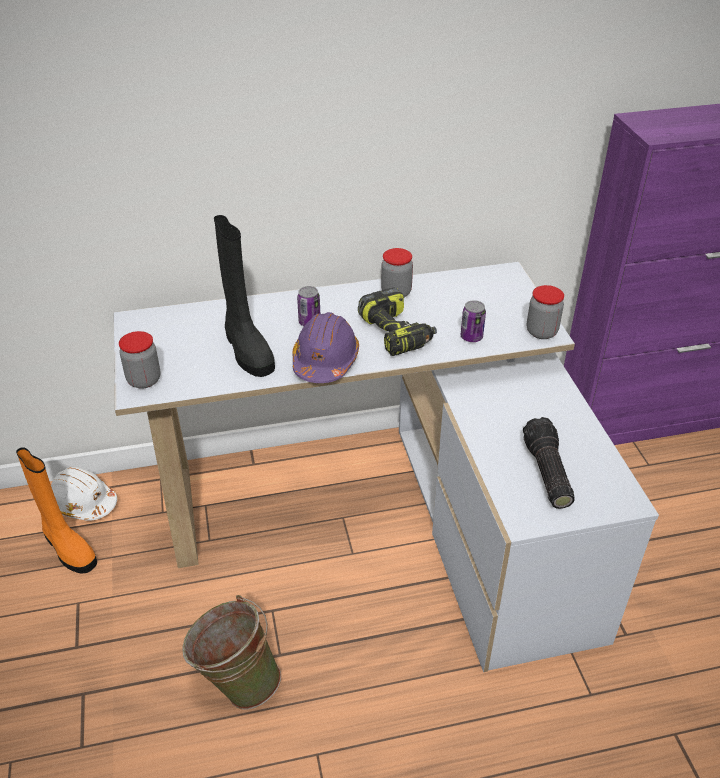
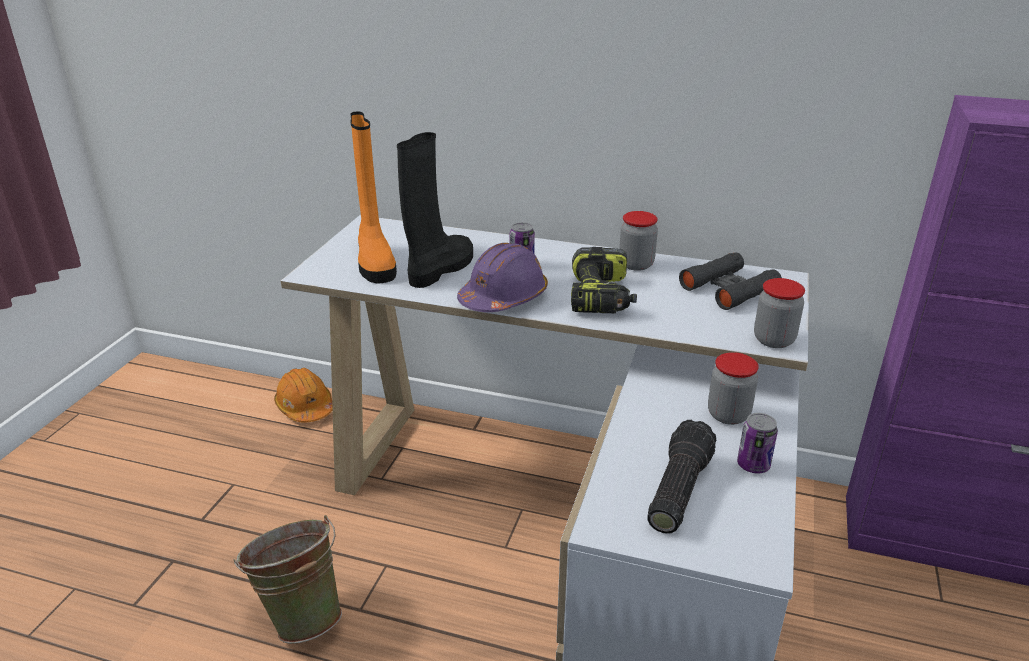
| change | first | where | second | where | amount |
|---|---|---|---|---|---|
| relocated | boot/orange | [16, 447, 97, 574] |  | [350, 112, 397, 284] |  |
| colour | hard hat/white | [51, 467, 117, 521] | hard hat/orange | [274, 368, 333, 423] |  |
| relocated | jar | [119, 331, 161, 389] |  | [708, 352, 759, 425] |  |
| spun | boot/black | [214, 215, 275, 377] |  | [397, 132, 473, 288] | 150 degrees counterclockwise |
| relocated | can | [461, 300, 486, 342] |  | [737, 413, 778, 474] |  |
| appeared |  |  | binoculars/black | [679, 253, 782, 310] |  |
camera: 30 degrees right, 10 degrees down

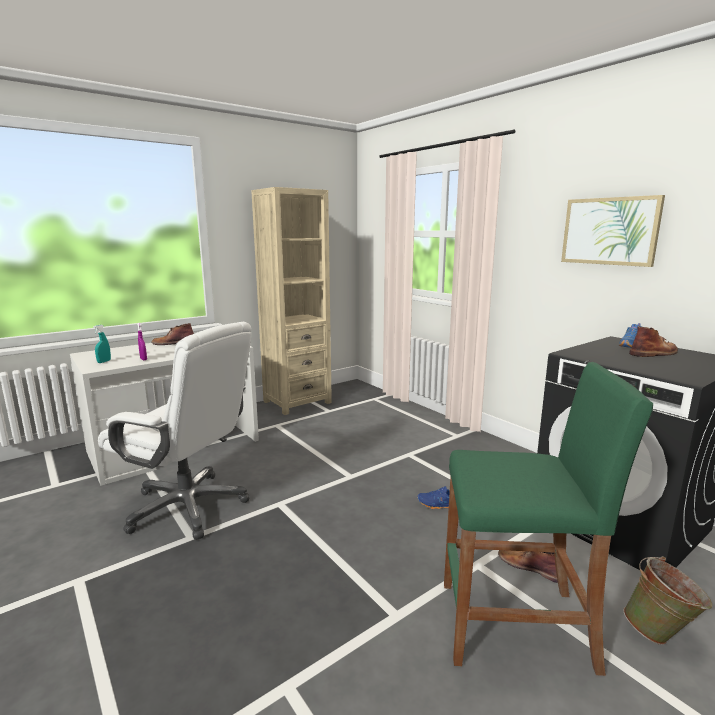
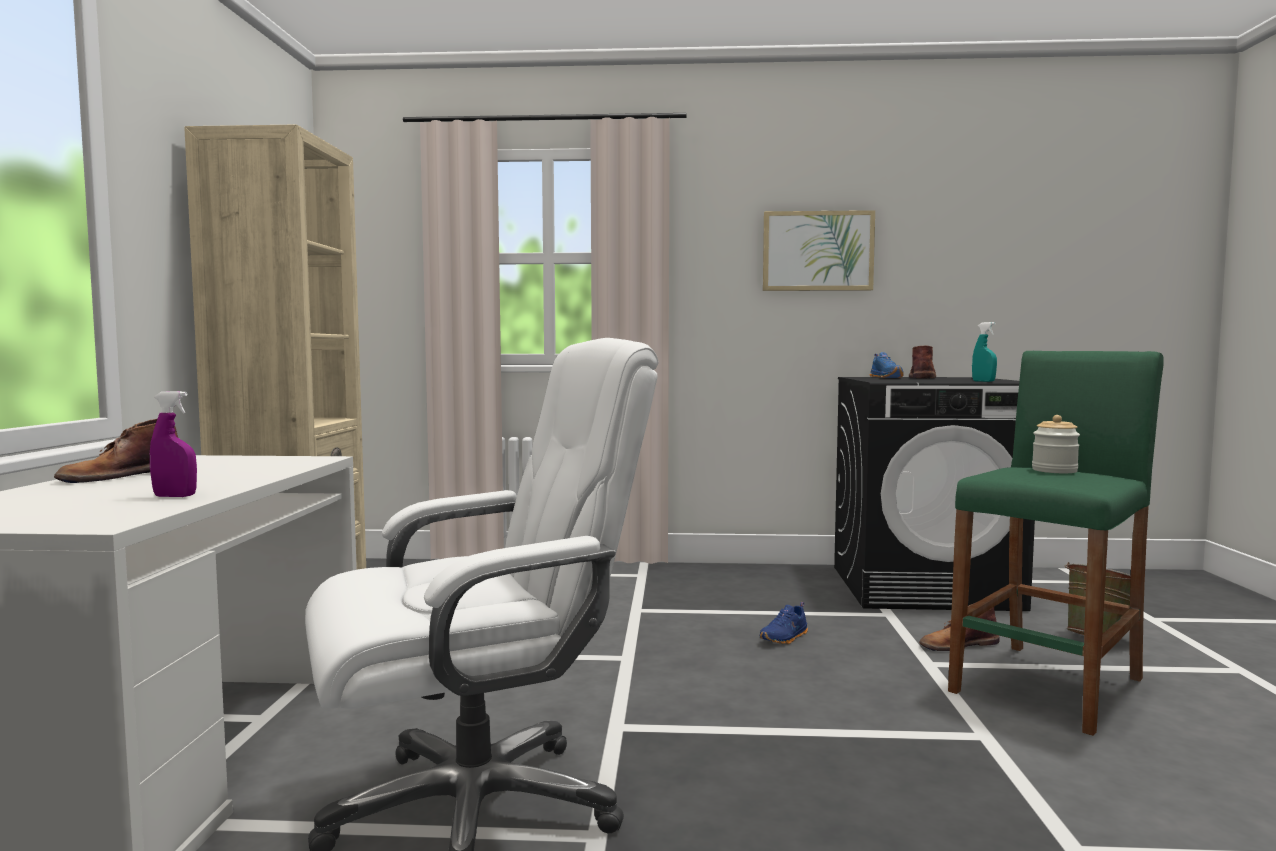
| change | first | where | second | where | amount |
|---|---|---|---|---|---|
| relocated | spray bottle/turquoise | [93, 325, 111, 363] |  | [972, 322, 997, 382] |  |
| appeared |  |  | jar | [1032, 415, 1080, 473] |  |
camera: 50 degrees left, 10 degrees down

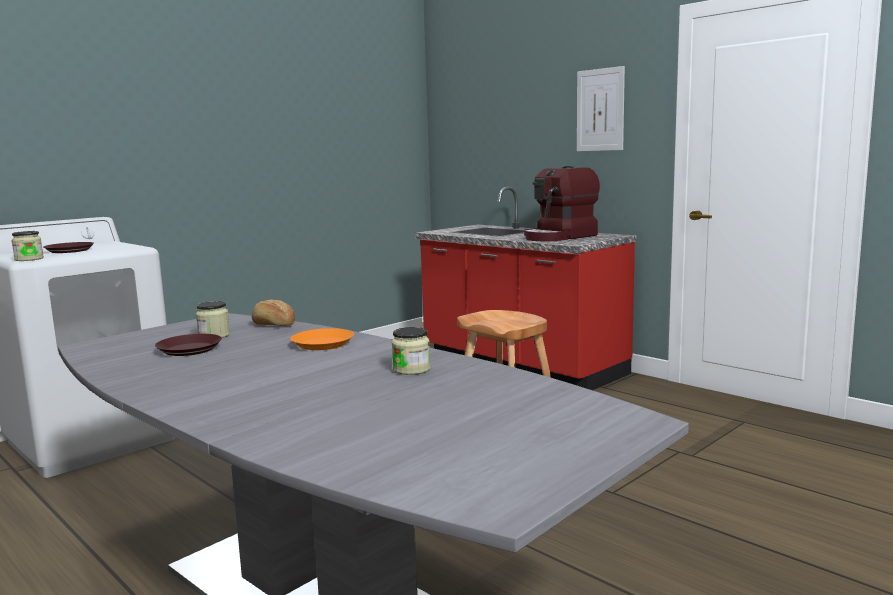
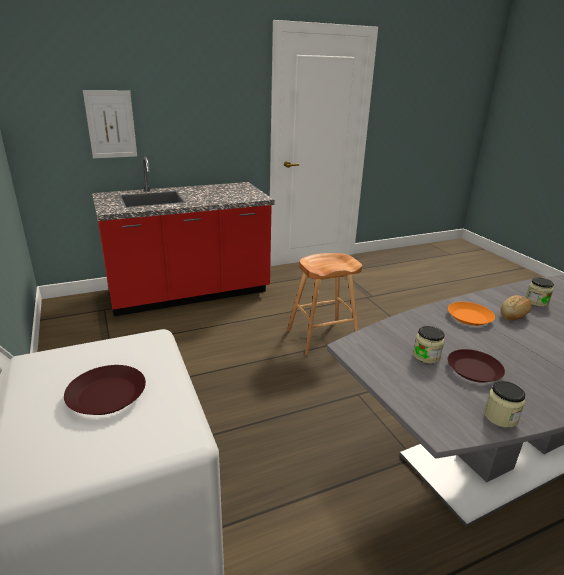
| change | first | where | second | where | amount |
|---|---|---|---|---|---|
| relocated | jar | [11, 231, 44, 261] |  | [484, 381, 526, 428] |  |
| relocated | bread | [252, 300, 295, 326] |  | [501, 295, 532, 321] |  |
| missing | coffee machine | [524, 166, 600, 241] |  |  |  |
| relocated | picture | [577, 66, 625, 151] |  | [83, 90, 137, 159] |  |
camera: 70 degrees left, 15 degrees up

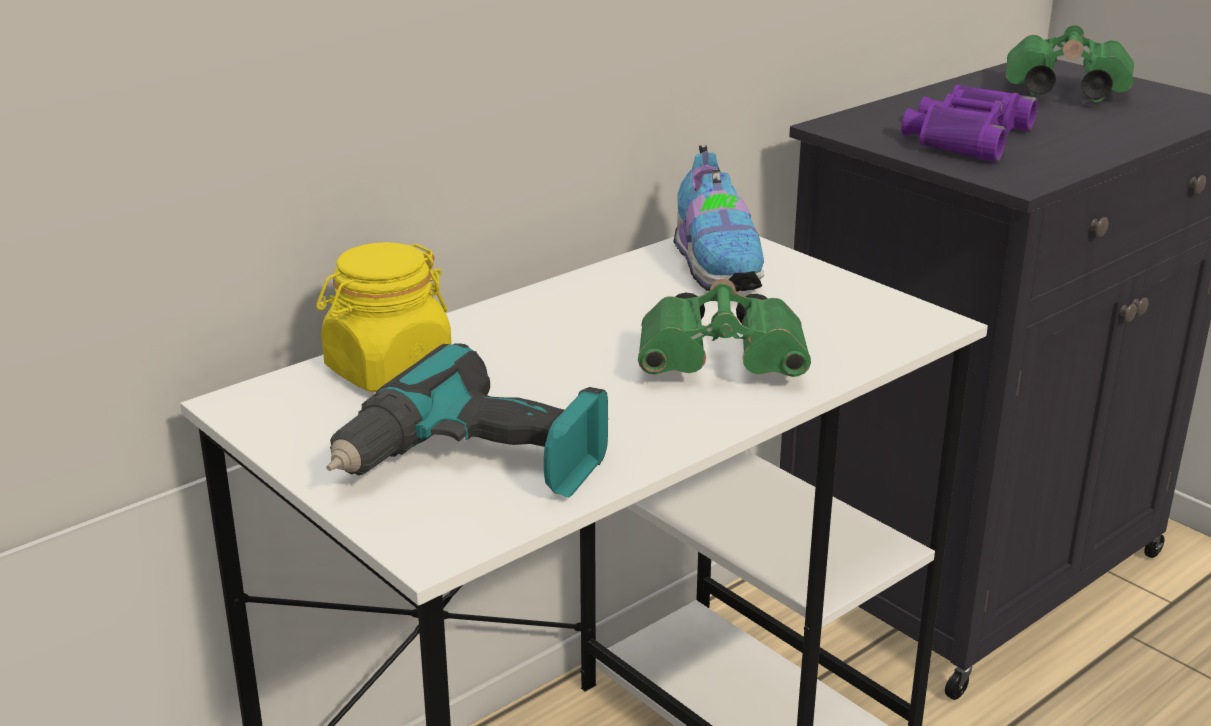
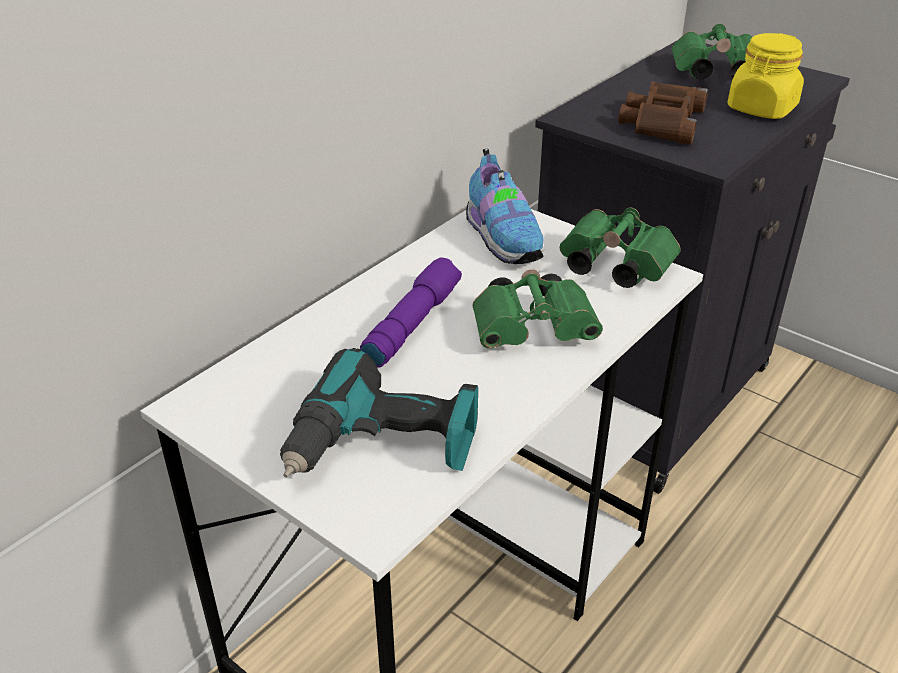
| change | first | where | second | where | amount |
|---|---|---|---|---|---|
| relocated | jar/yellow | [316, 242, 451, 392] |  | [727, 33, 804, 119] |  |
| colour | binoculars/purple | [901, 84, 1038, 162] | binoculars/brown | [618, 81, 708, 145] |  |
| appeared |  |  | flashlight/purple | [360, 258, 462, 368] |  |
| appeared |  |  | binoculars/green | [559, 207, 681, 288] |  |
camera: 10 degrees left, 10 degrees up

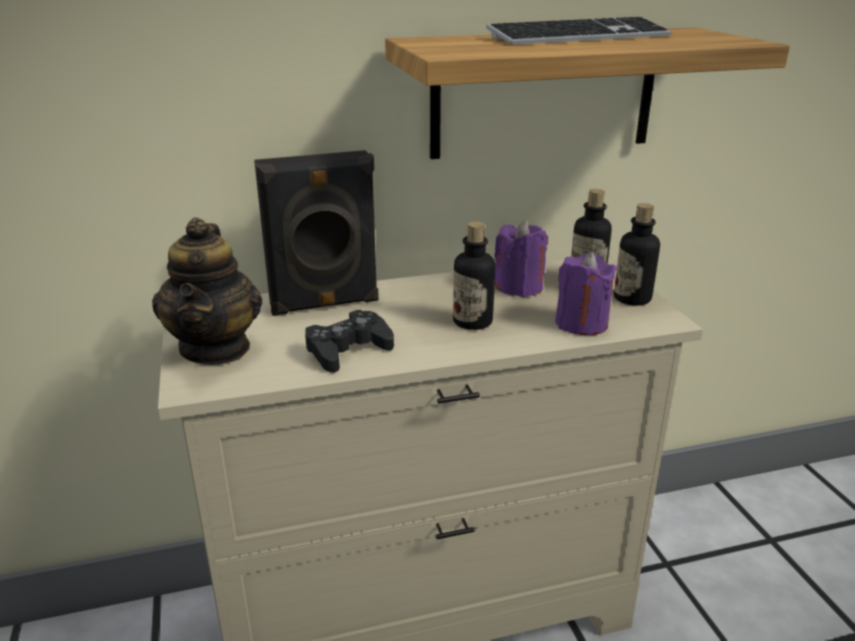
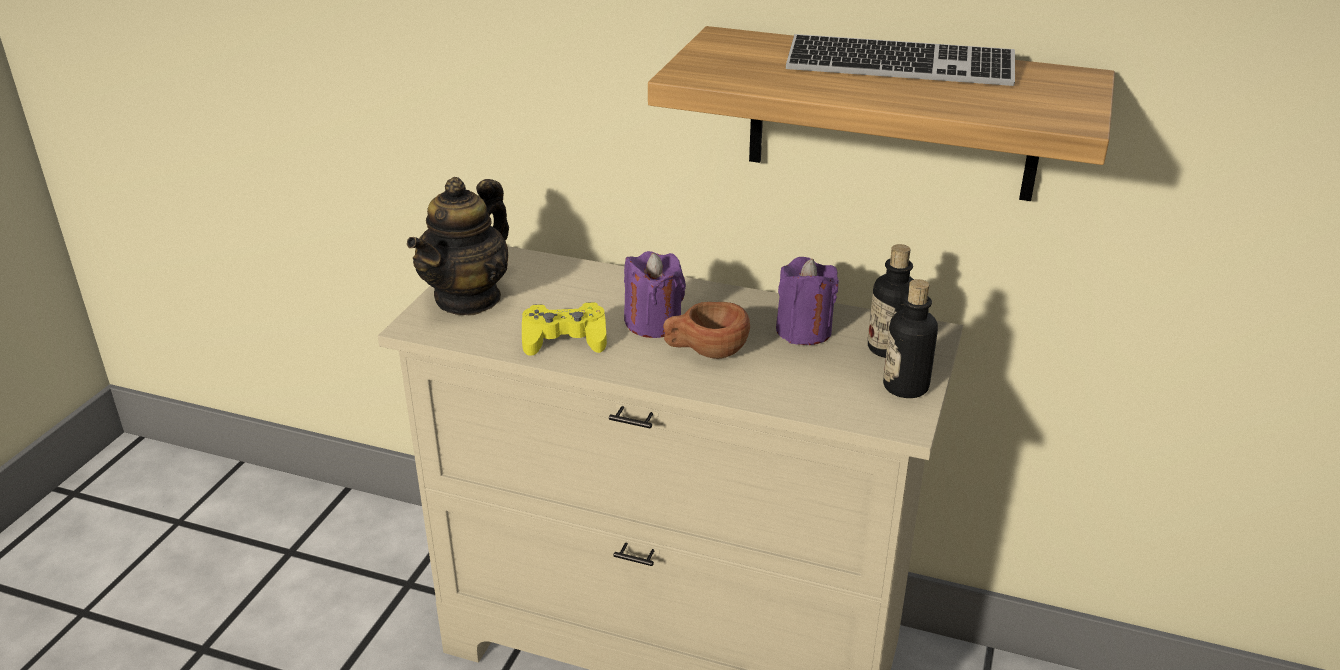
| change | first | where | second | where | amount |
|---|---|---|---|---|---|
| missing | speaker/black | [254, 150, 379, 316] |  |  |  |
| colour | game controller/black | [305, 310, 394, 373] | game controller/yellow | [522, 302, 607, 356] |  |
| exchanged | bottle | [453, 221, 495, 330] | cup/brown | [663, 302, 750, 359] |  |
| relocated | candle/purple | [555, 252, 617, 335] |  | [624, 251, 686, 338] |  |
camera: 35 degrees right, 5 degrees up

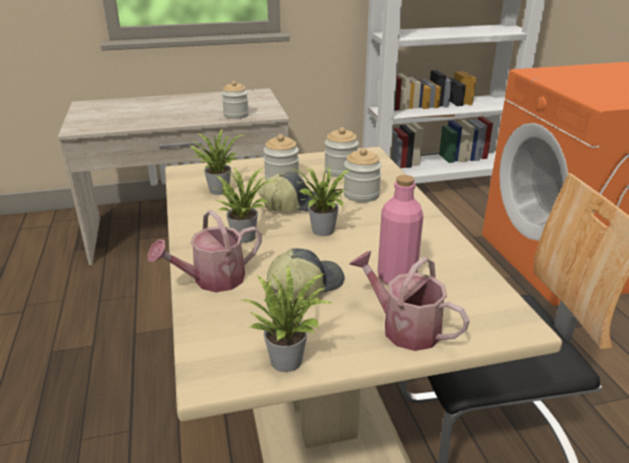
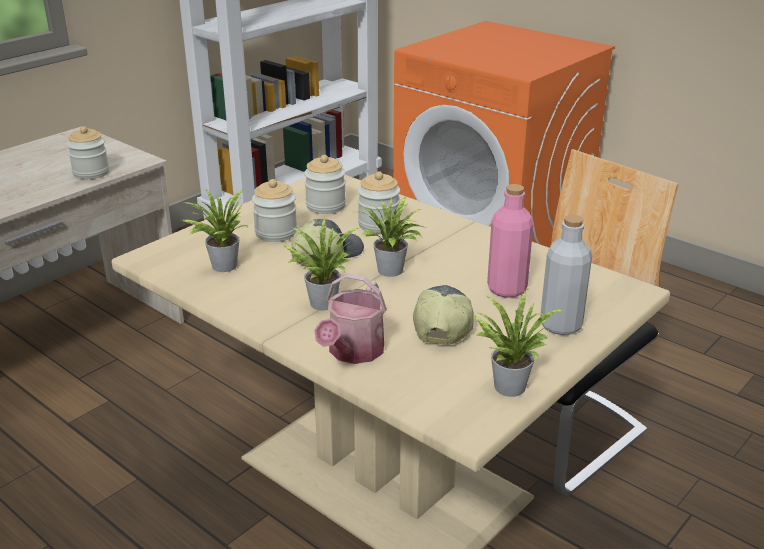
| change | first | where | second | where | amount |
|---|---|---|---|---|---|
| exchanged | watering can | [349, 251, 470, 351] | bottle/grey | [540, 215, 592, 335] |  |
camera: 35 degrees left, 0 degrees up

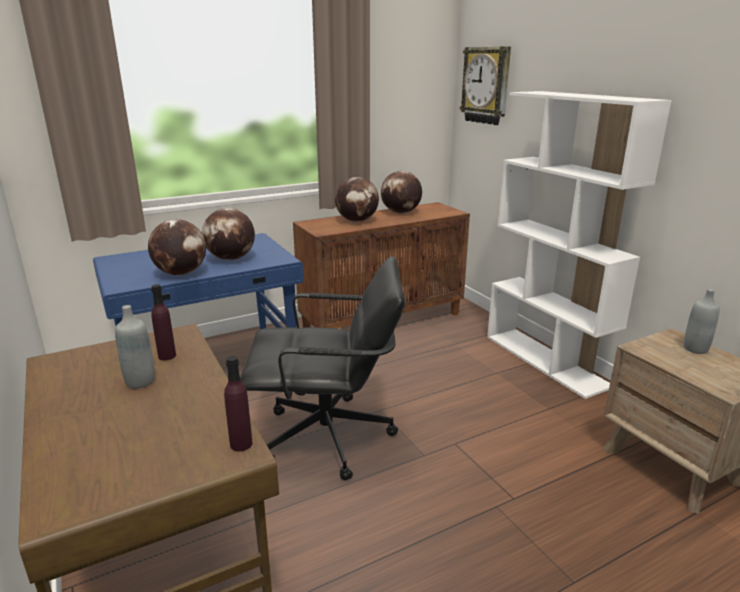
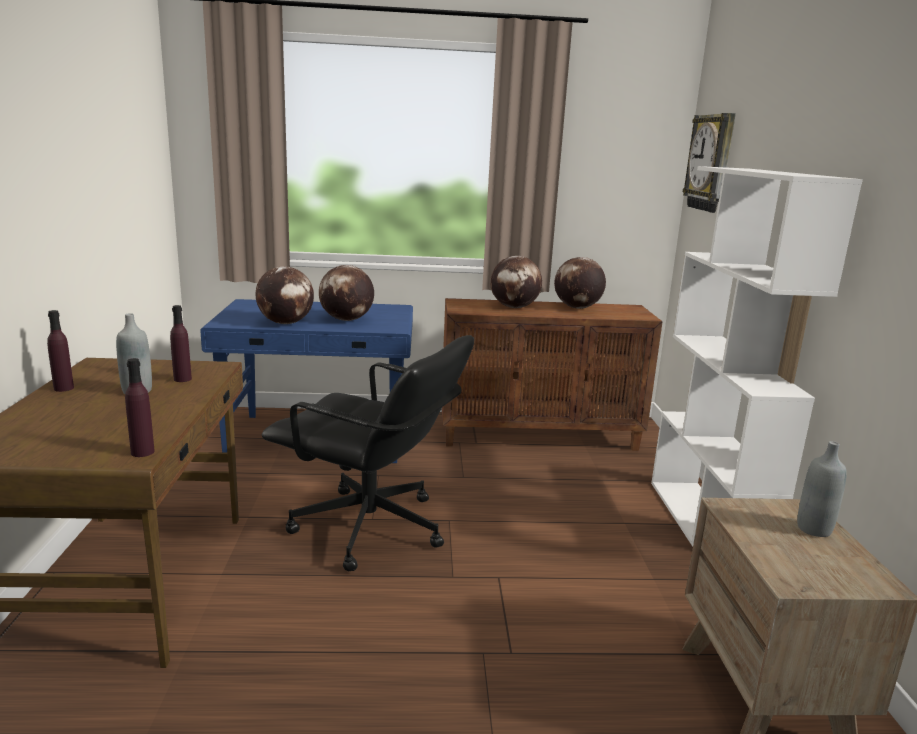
| change | first | where | second | where | amount |
|---|---|---|---|---|---|
| appeared |  |  | bottle/purple | [47, 310, 74, 392] |  |
camera: 25 degrees right, 5 degrees down

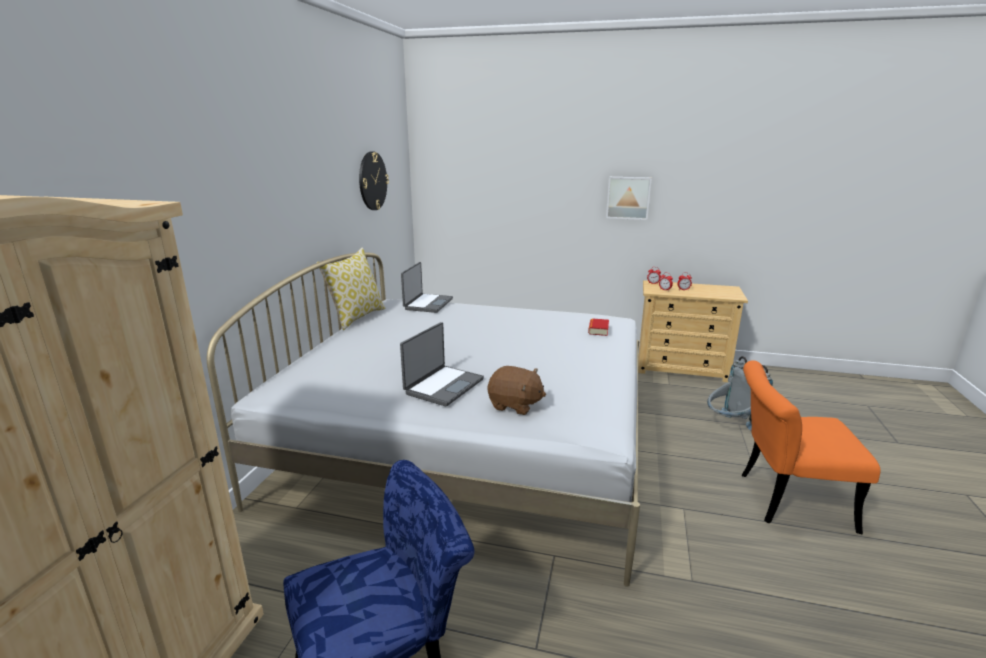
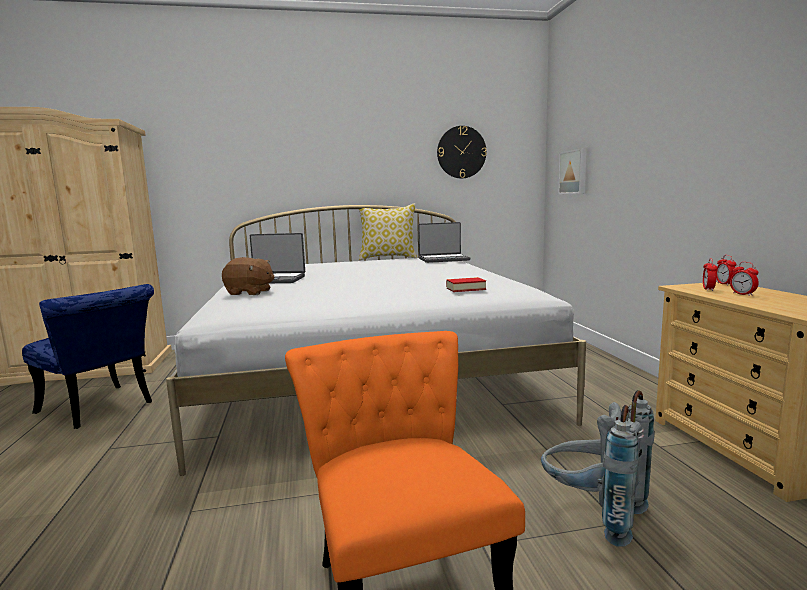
| change | first | where | second | where | amount |
|---|---|---|---|---|---|
| spun | plush toy/brown | [488, 366, 546, 415] |  | [222, 257, 275, 295] | 75 degrees counterclockwise |
| relocated | picture | [606, 177, 652, 220] |  | [558, 148, 587, 194] |  |
camera: 65 degrees right, 10 degrees down

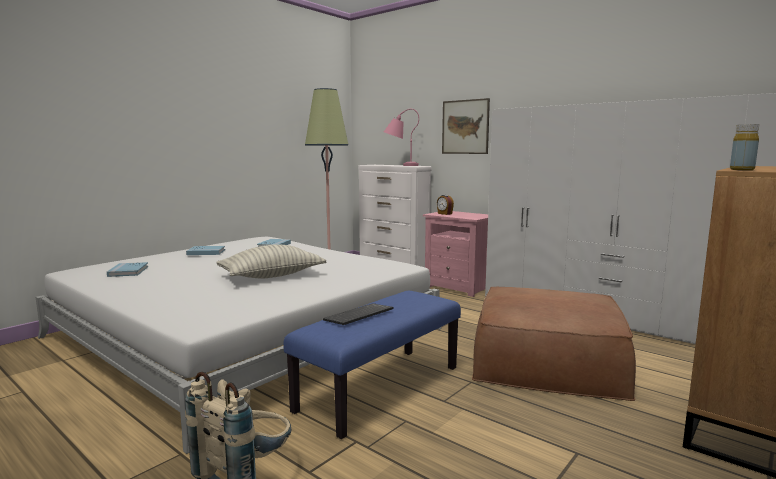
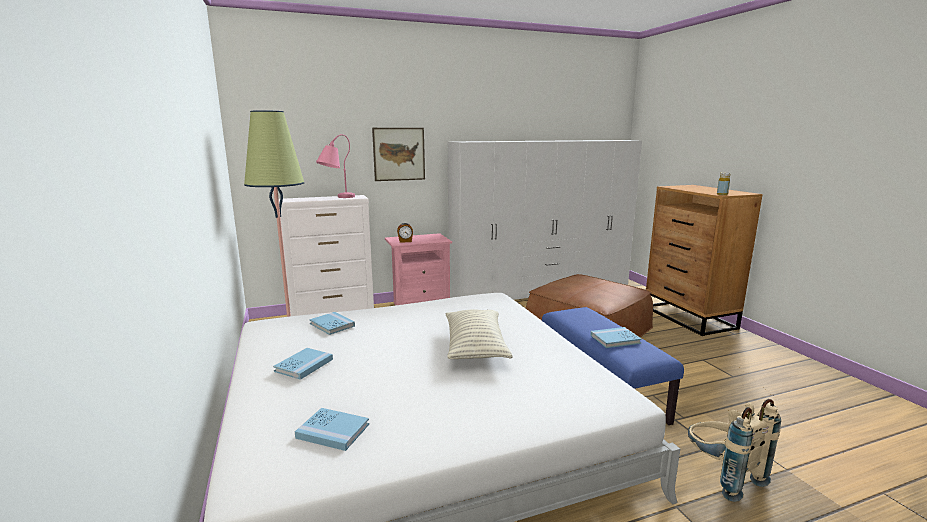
| change | first | where | second | where | amount |
|---|---|---|---|---|---|
| exchanged | keyboard | [323, 303, 393, 325] | book/blue | [590, 327, 642, 348] |  |
camera: 60 degrees left, 5 degrees up

